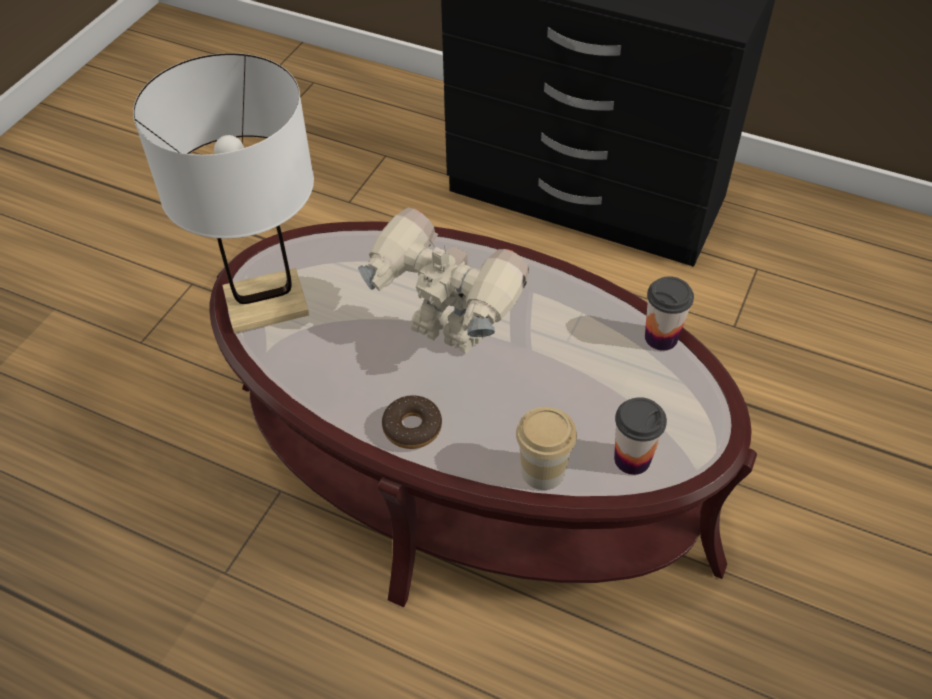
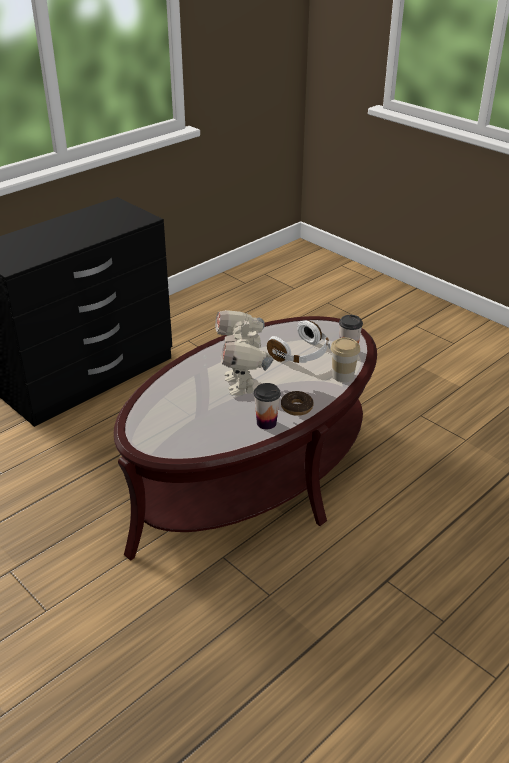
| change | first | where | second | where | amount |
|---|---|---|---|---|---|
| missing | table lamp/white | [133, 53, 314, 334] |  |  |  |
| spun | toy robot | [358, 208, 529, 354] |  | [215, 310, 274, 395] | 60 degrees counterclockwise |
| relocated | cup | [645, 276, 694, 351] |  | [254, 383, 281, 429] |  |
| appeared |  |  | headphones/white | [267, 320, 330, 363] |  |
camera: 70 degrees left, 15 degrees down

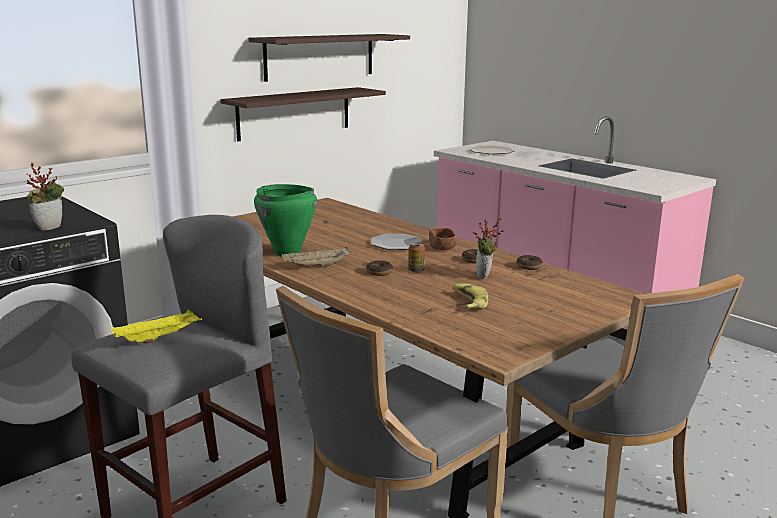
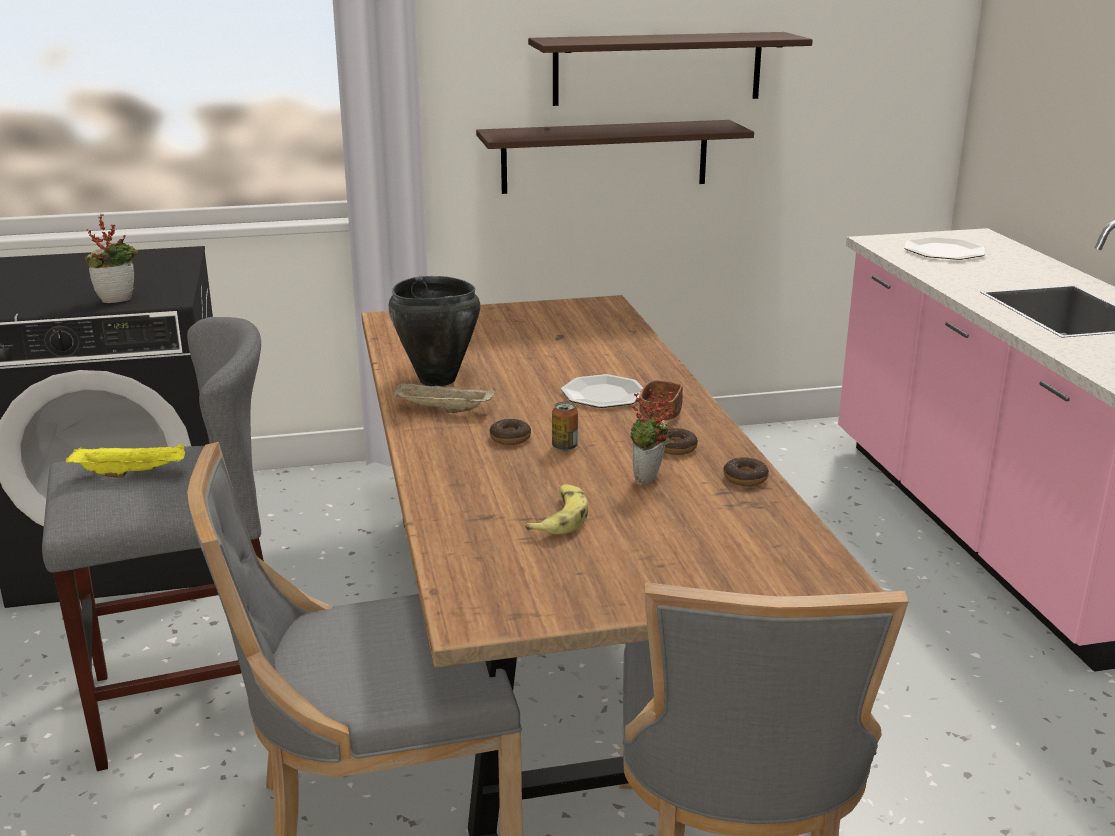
| change | first | where | second | where | amount |
|---|---|---|---|---|---|
| colour | cooking pot/green | [254, 184, 317, 256] | cooking pot/black | [388, 276, 480, 386] |  |
camera: 30 degrees right, 5 degrees up

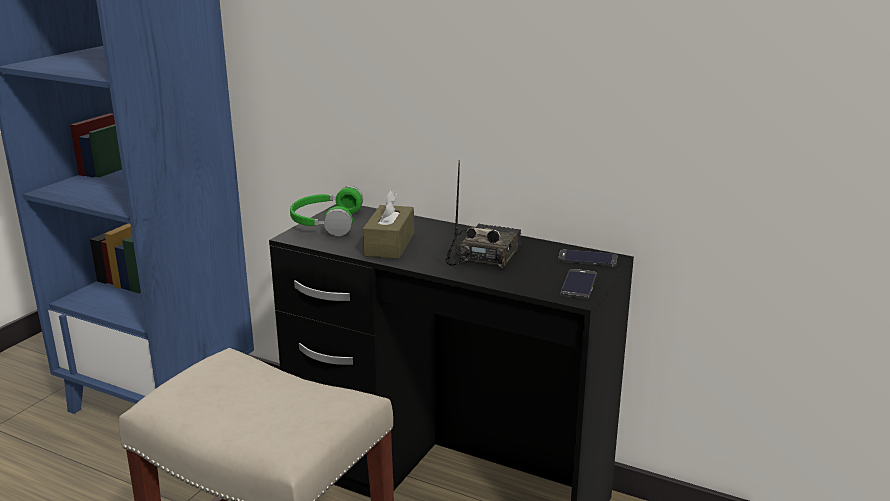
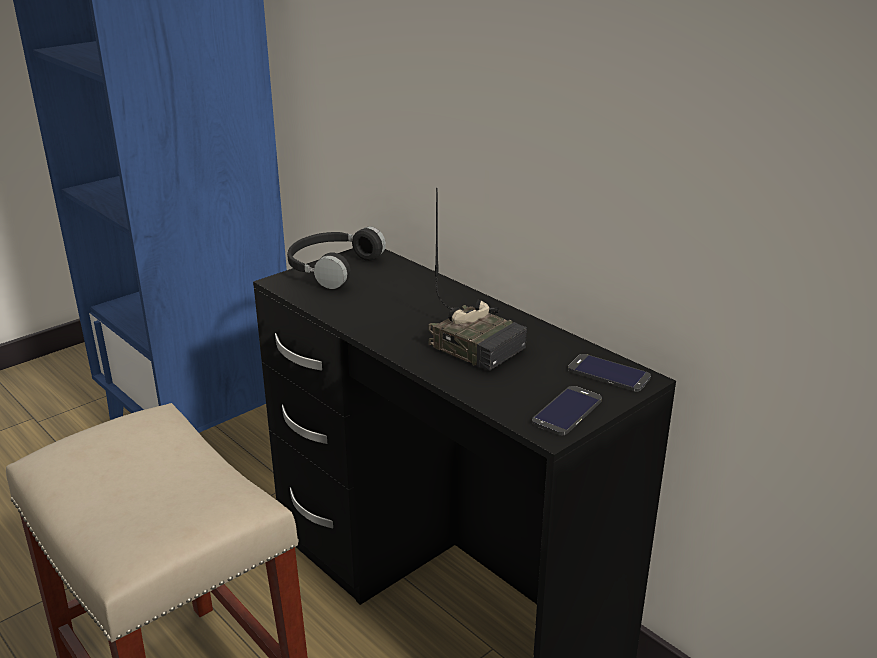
| change | first | where | second | where | amount |
|---|---|---|---|---|---|
| colour | headphones/green | [290, 186, 364, 236] | headphones/black | [287, 226, 386, 289] |  |
| missing | tissue box/brown | [363, 190, 414, 259] |  |  |  |
| spun | radio | [446, 160, 521, 268] |  | [428, 188, 527, 371] | 90 degrees clockwise |
camera: 20 degrees right, 5 degrees up

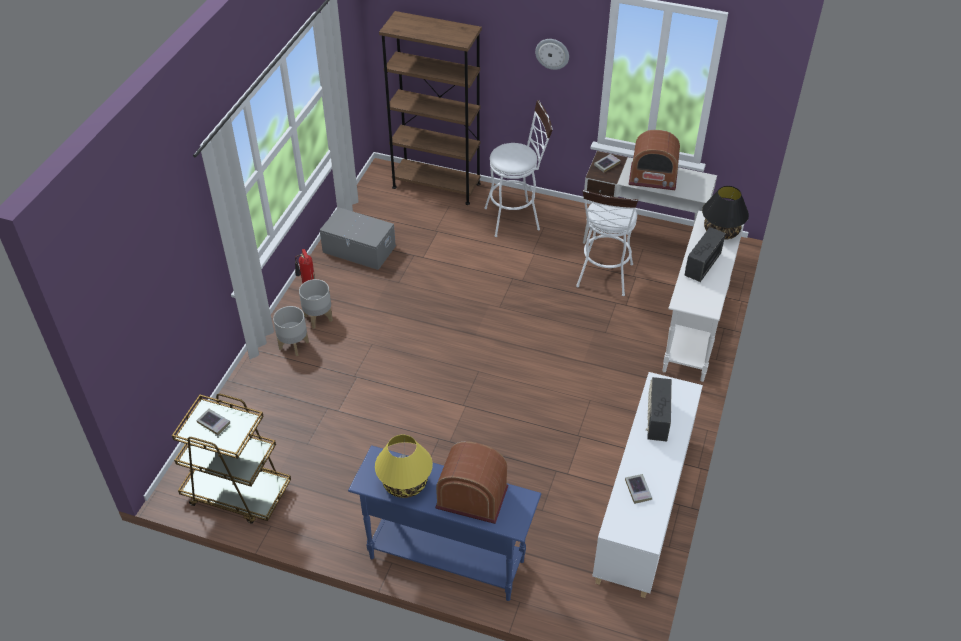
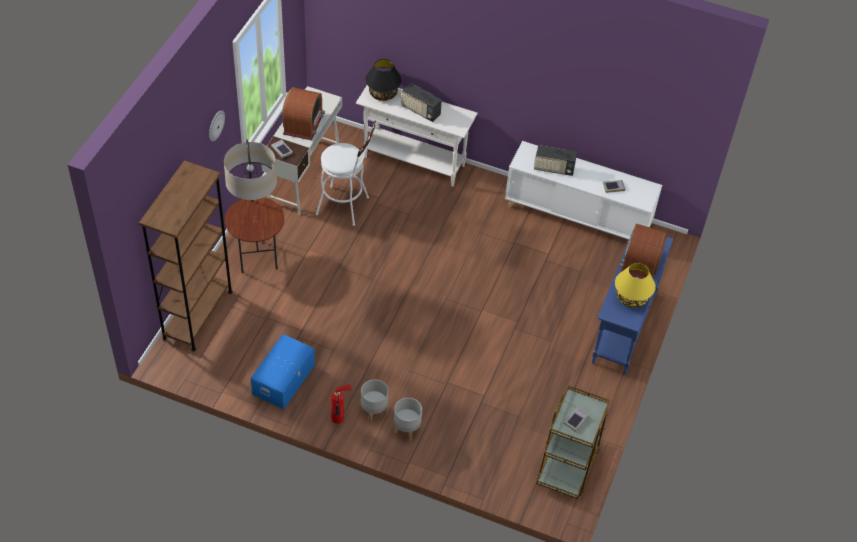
| change | first | where | second | where | amount |
|---|---|---|---|---|---|
| colour | storage box/grey | [320, 207, 396, 270] | storage box/blue | [251, 334, 315, 409] |  |
| exchanged | stool/white | [484, 100, 553, 237] | floor lamp | [224, 139, 284, 273] |  |
camera: 90 degrees left, 5 degrees up

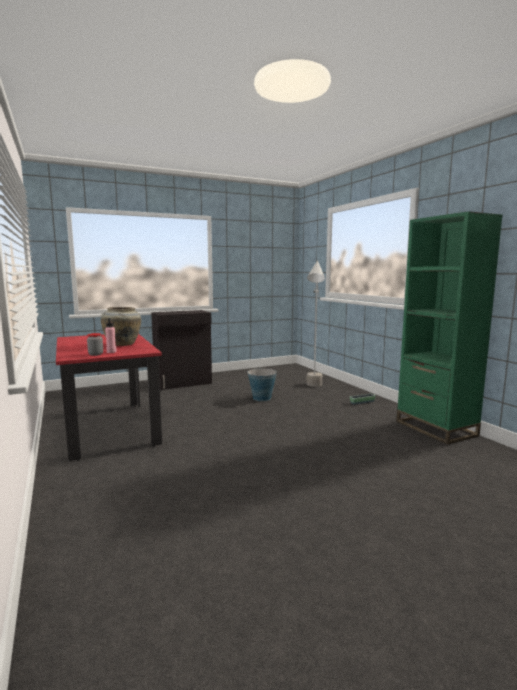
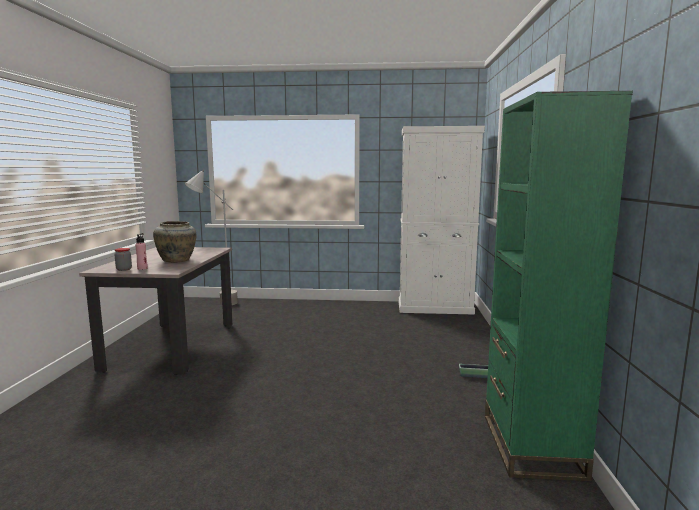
| change | first | where | second | where | amount |
|---|---|---|---|---|---|
| colour | dining table/red | [56, 334, 162, 461] | dining table/beige | [79, 247, 233, 375] |  |
| missing | cabinet/black | [151, 310, 212, 390] |  |  |  |
| missing | bucket | [247, 368, 277, 401] |  |  |  |
| relocated | floor lamp/grey | [306, 261, 325, 387] |  | [185, 169, 238, 305] |  |
| appeared |  |  | cabinet/white | [399, 126, 485, 315] |  |
camera: 30 degrees right, 0 degrees up

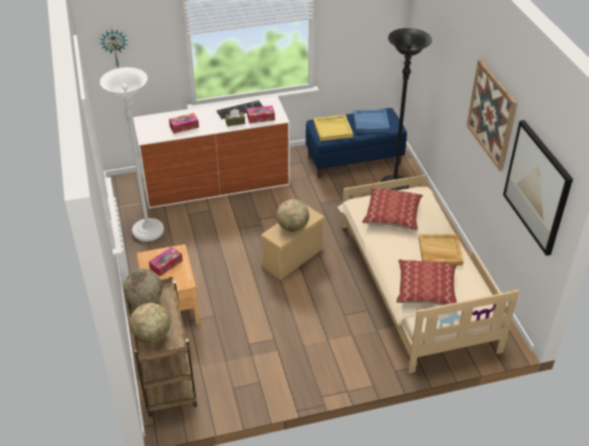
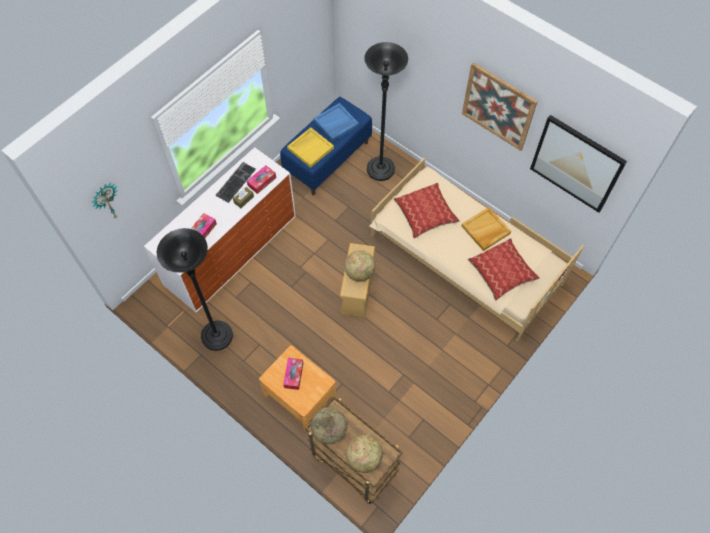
| change | first | where | second | where | amount |
|---|---|---|---|---|---|
| colour | floor lamp/white | [100, 67, 164, 242] | floor lamp/black | [157, 228, 233, 351] |  |
camera: 35 degrees left, 20 degrees up

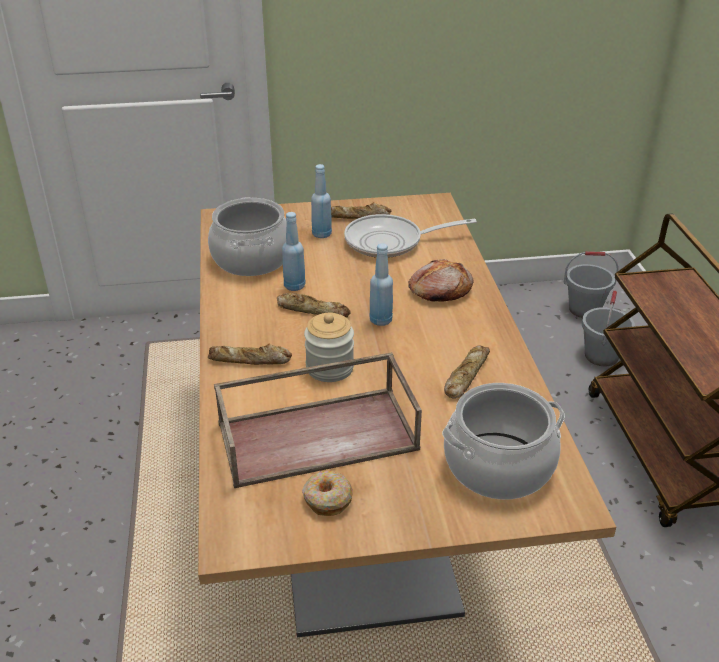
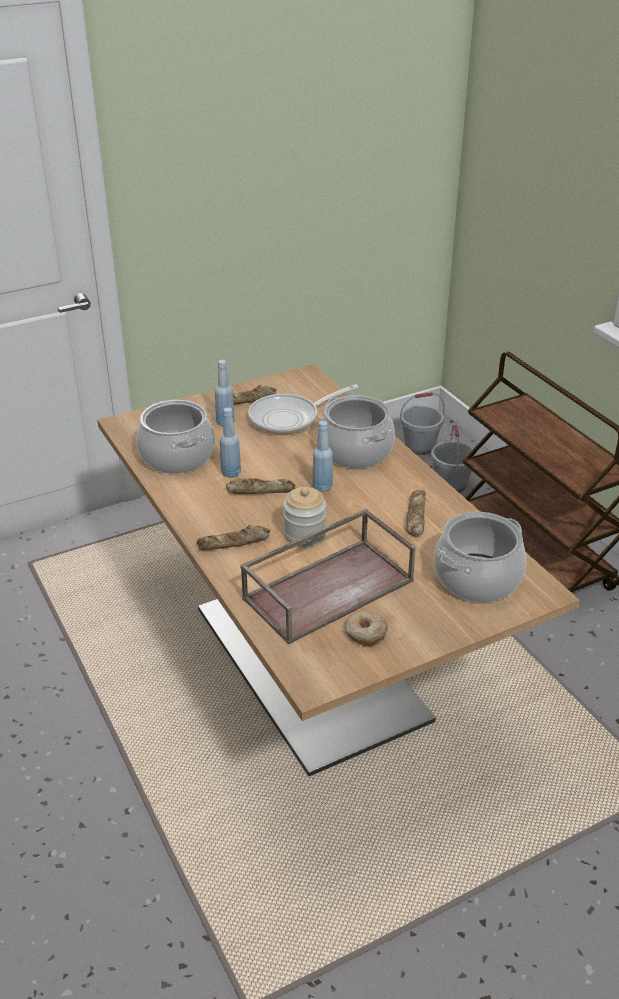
| change | first | where | second | where | amount |
|---|---|---|---|---|---|
| exchanged | bread | [408, 259, 474, 302] | cooking pot | [318, 395, 395, 468] |  |
camera: 20 degrees left, 0 degrees up

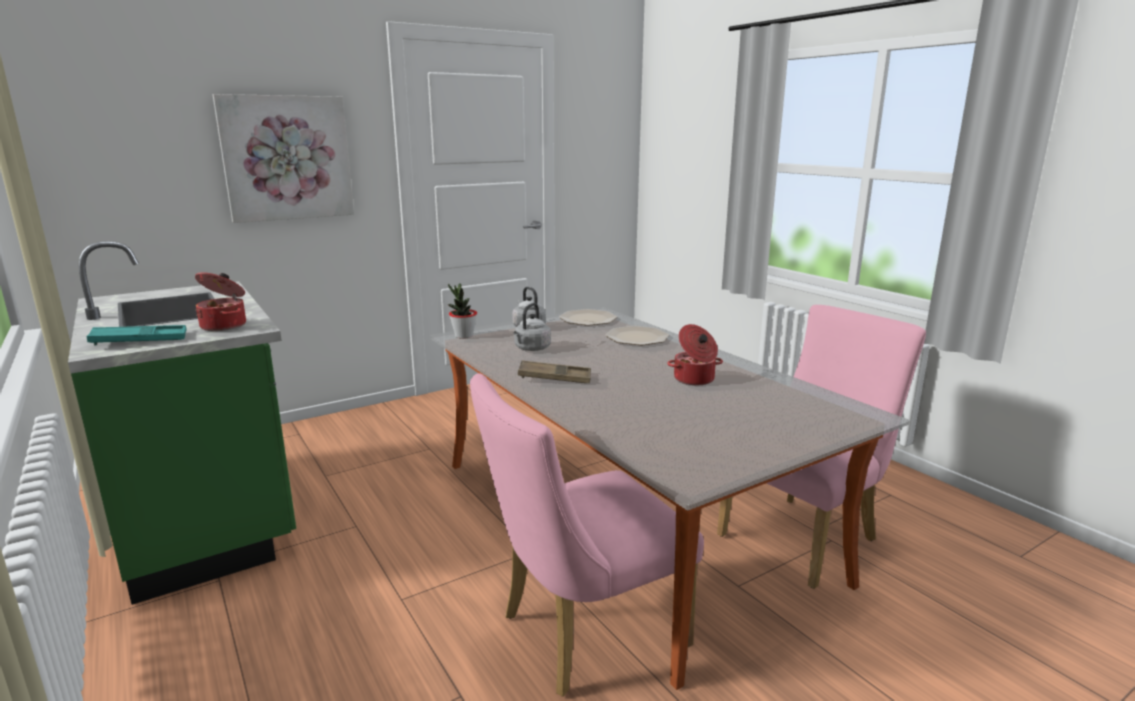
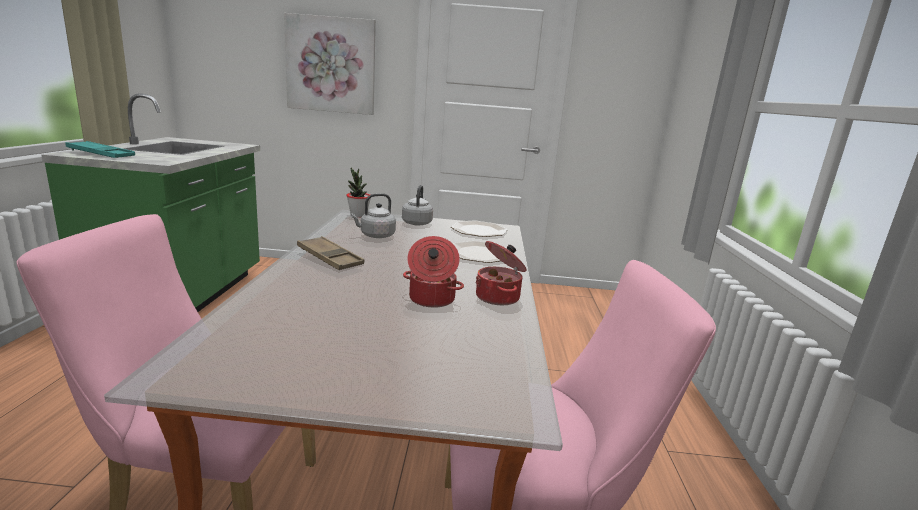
| change | first | where | second | where | amount |
|---|---|---|---|---|---|
| relocated | cooking pot | [195, 272, 246, 331] |  | [476, 241, 527, 305] |  |
camera: 35 degrees right, 0 degrees up

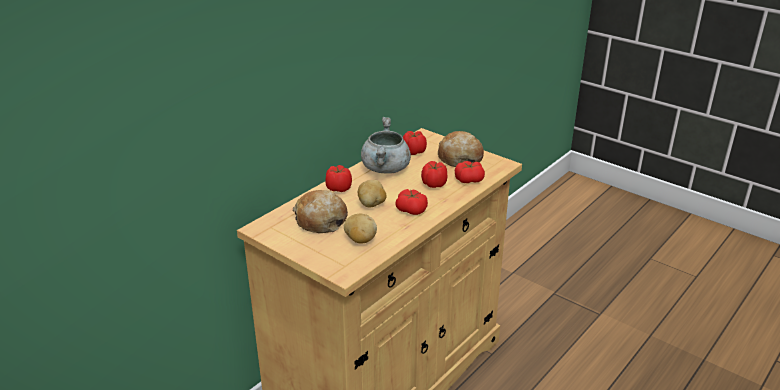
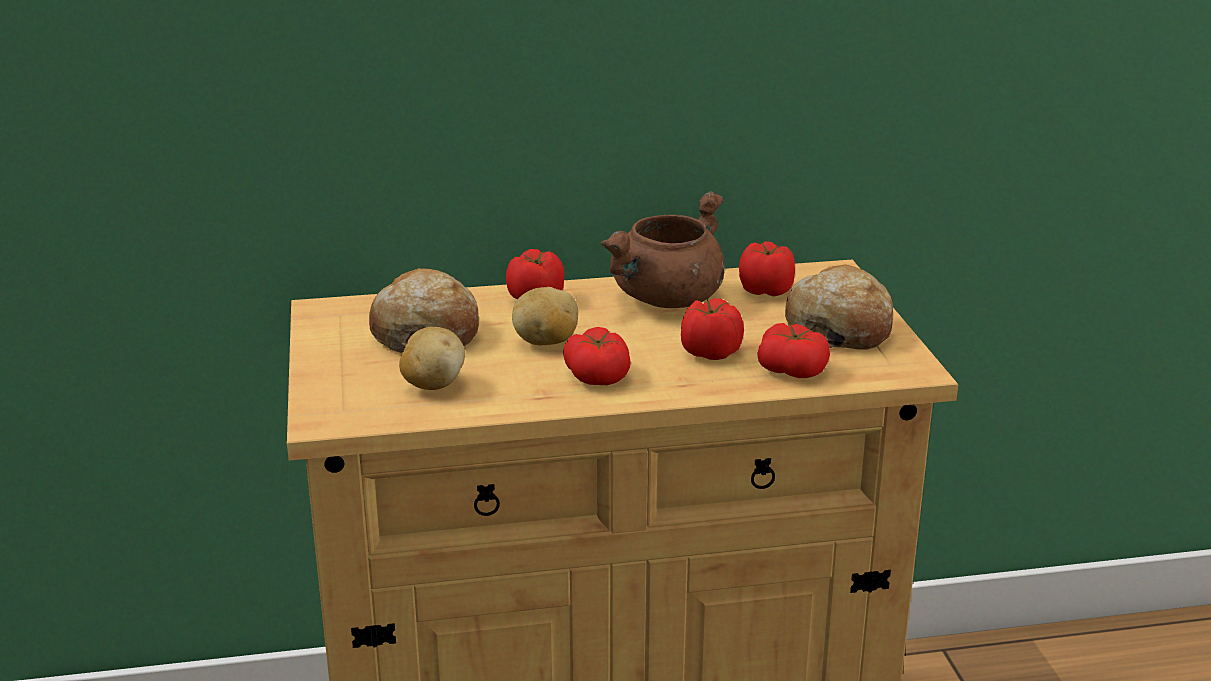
| change | first | where | second | where | amount |
|---|---|---|---|---|---|
| colour | cooking pot/grey | [361, 117, 411, 174] | cooking pot/brown | [601, 191, 724, 308] |  |
camera: 40 degrees right, 5 degrees down

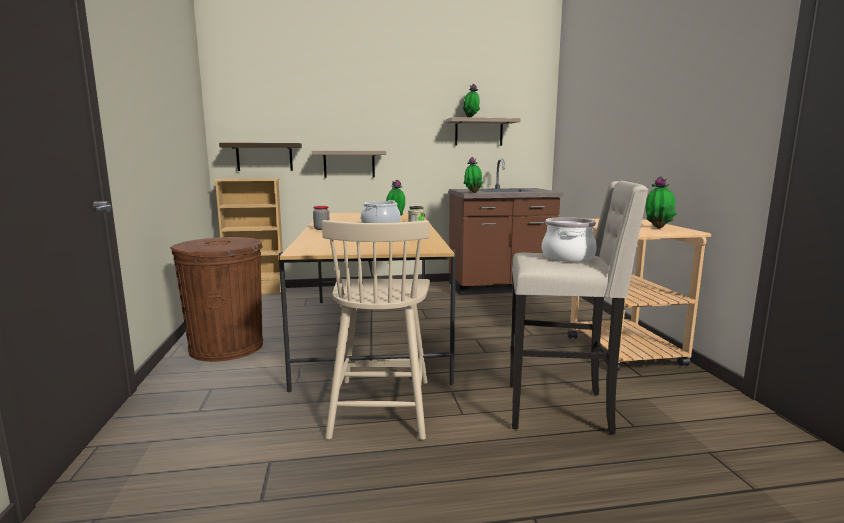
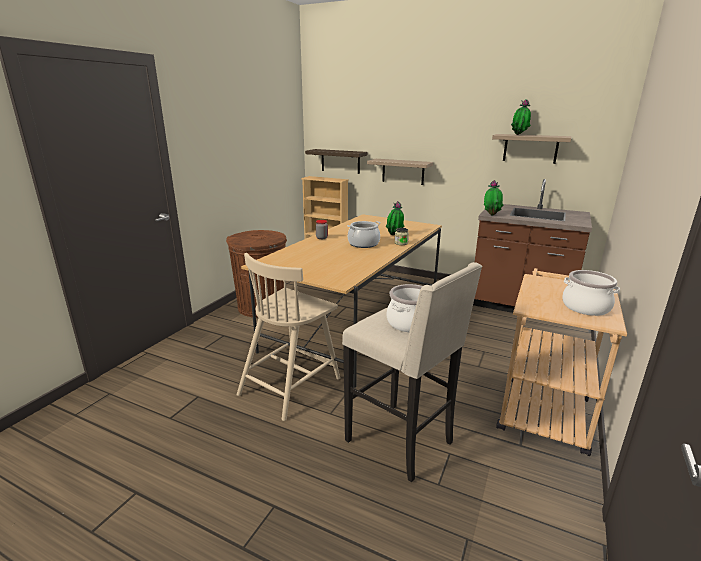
| change | first | where | second | where | amount |
|---|---|---|---|---|---|
| exchanged | potted plant | [646, 176, 676, 228] | cooking pot | [562, 270, 620, 316] |  |
camera: 35 degrees right, 10 degrees up

